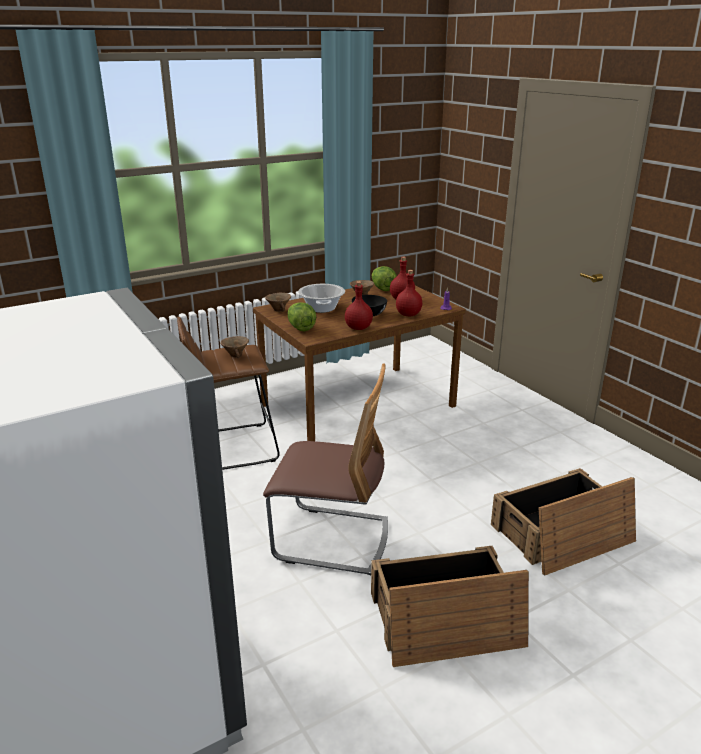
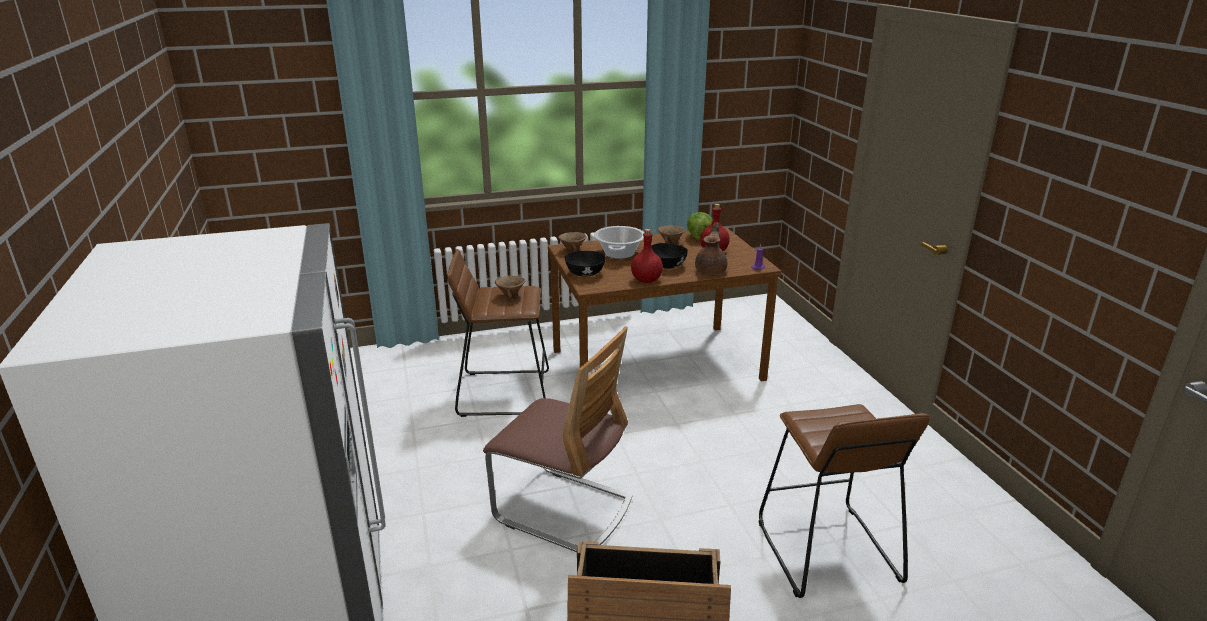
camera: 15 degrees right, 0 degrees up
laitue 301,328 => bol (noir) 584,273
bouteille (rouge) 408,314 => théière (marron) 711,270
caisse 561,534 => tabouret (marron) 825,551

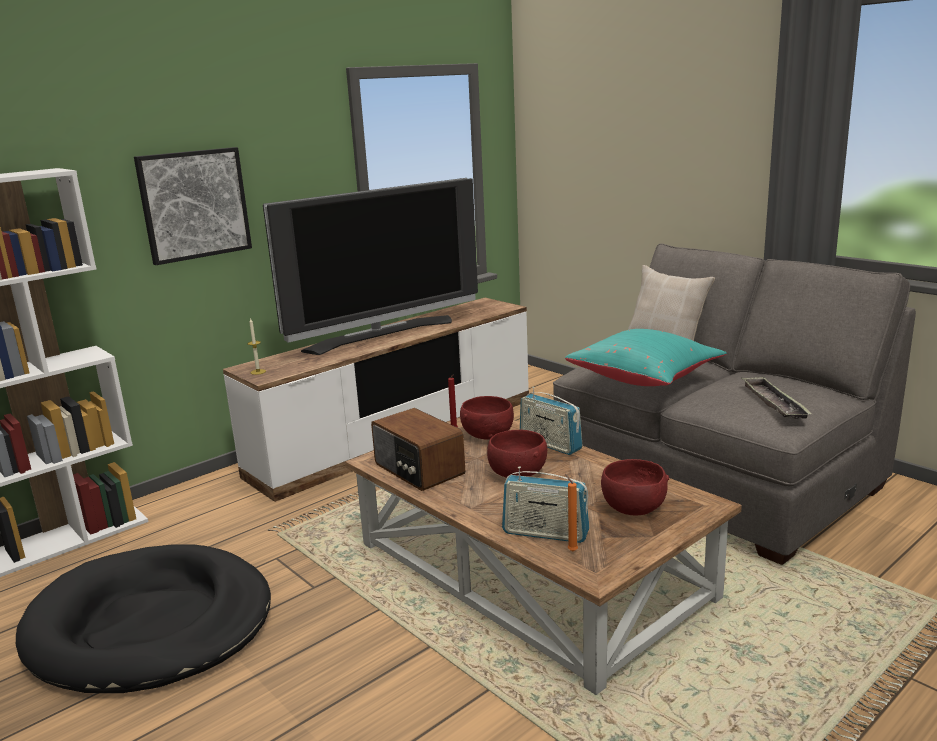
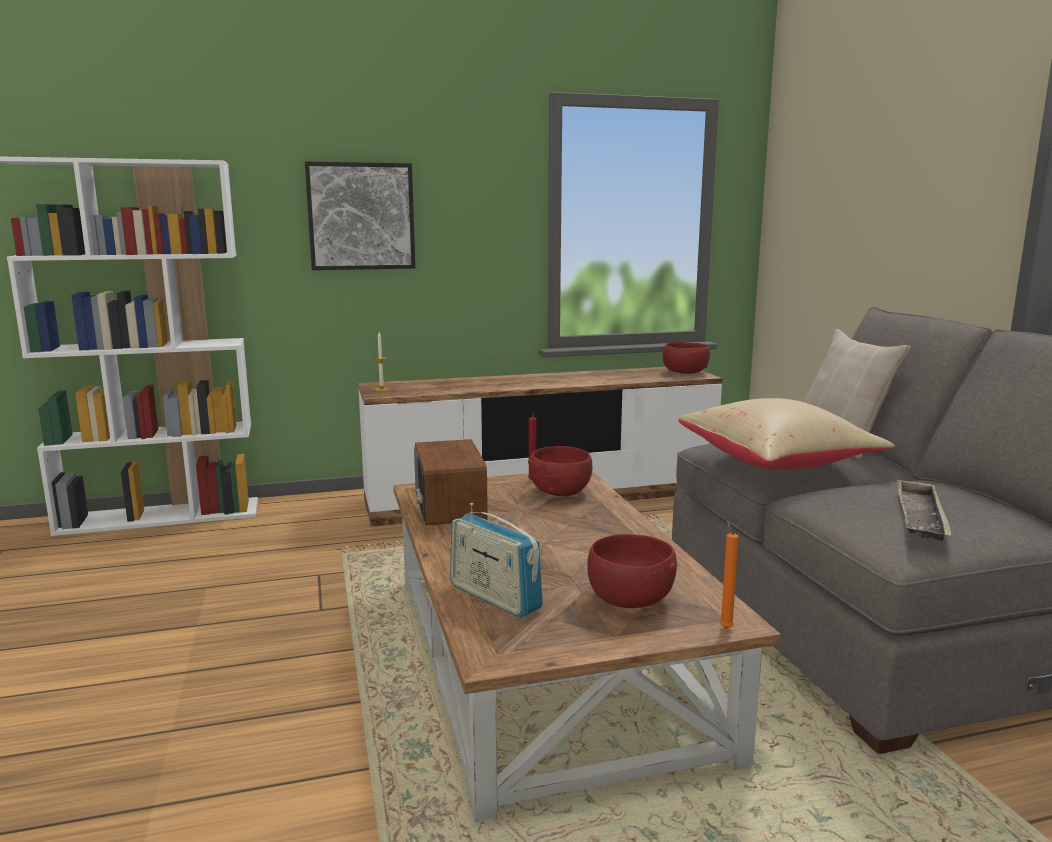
camera: 25 degrees right, 5 degrees down
panier pour chien (noir) 151,625 => nothing
téléviseur 381,334 => nothing
bol (rouge) 517,473 => bol (rouge) 684,373, shifted
radio 550,444 => nothing
coussin (turquoise) 645,379 => coussin (beige) 778,463
bougie (orange) 571,550 => bougie (orange) 725,627, shifted

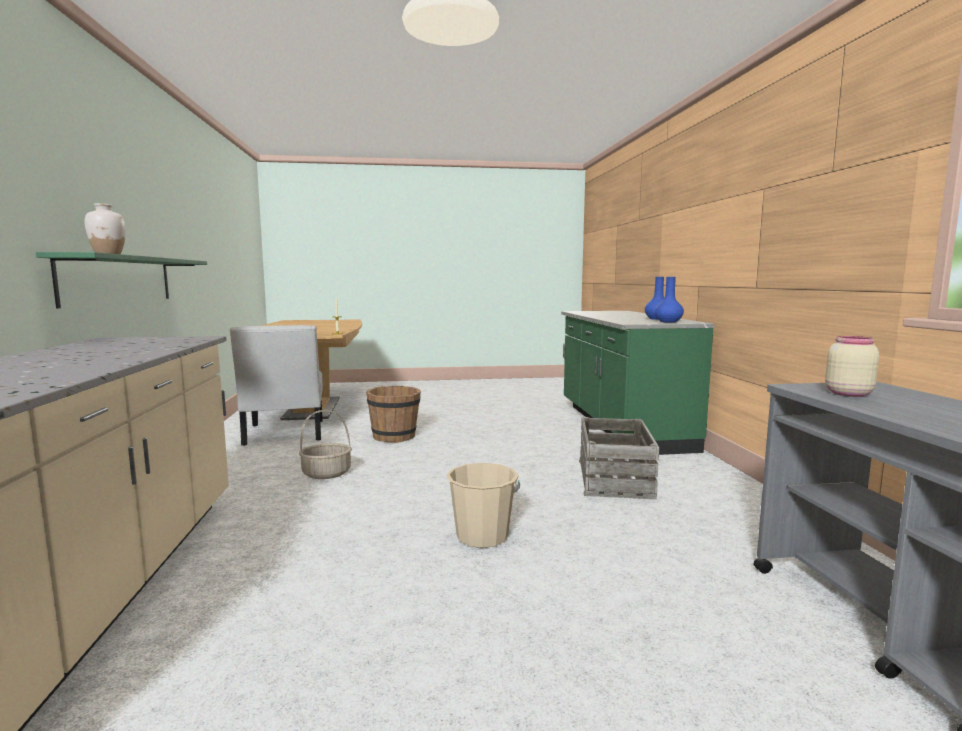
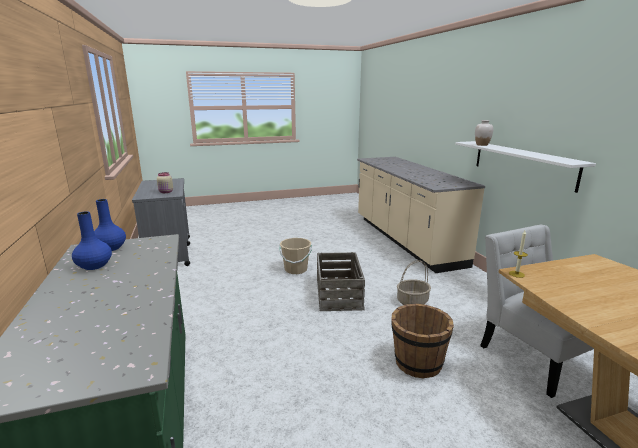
camera: 170 degrees right, 10 degrees up
étagère (vert) 120,280 => étagère (blanc) 522,163
caisse 615,478 => caisse 338,294, shifted

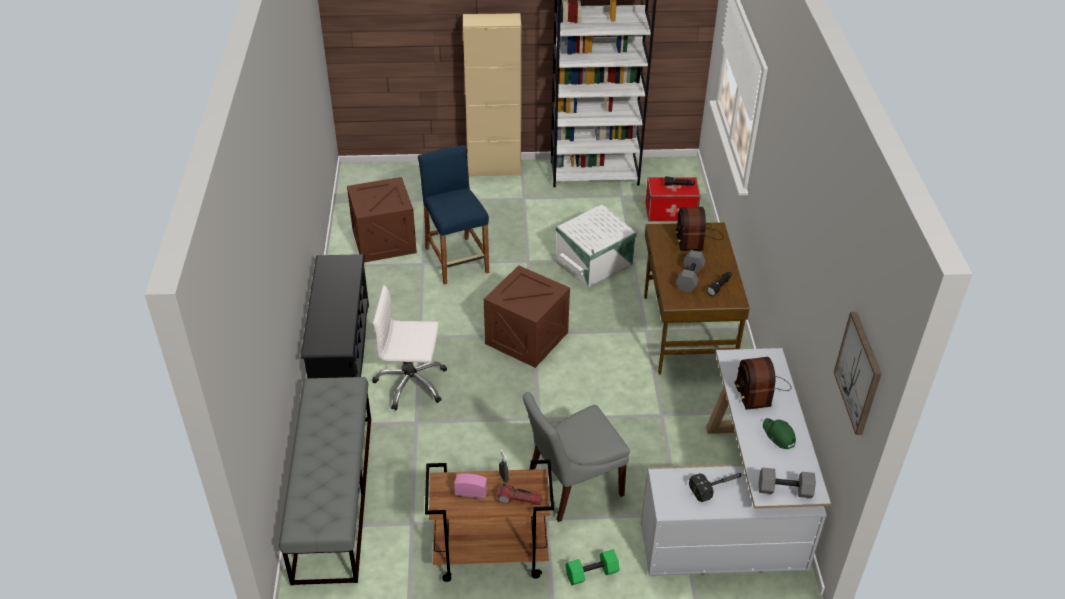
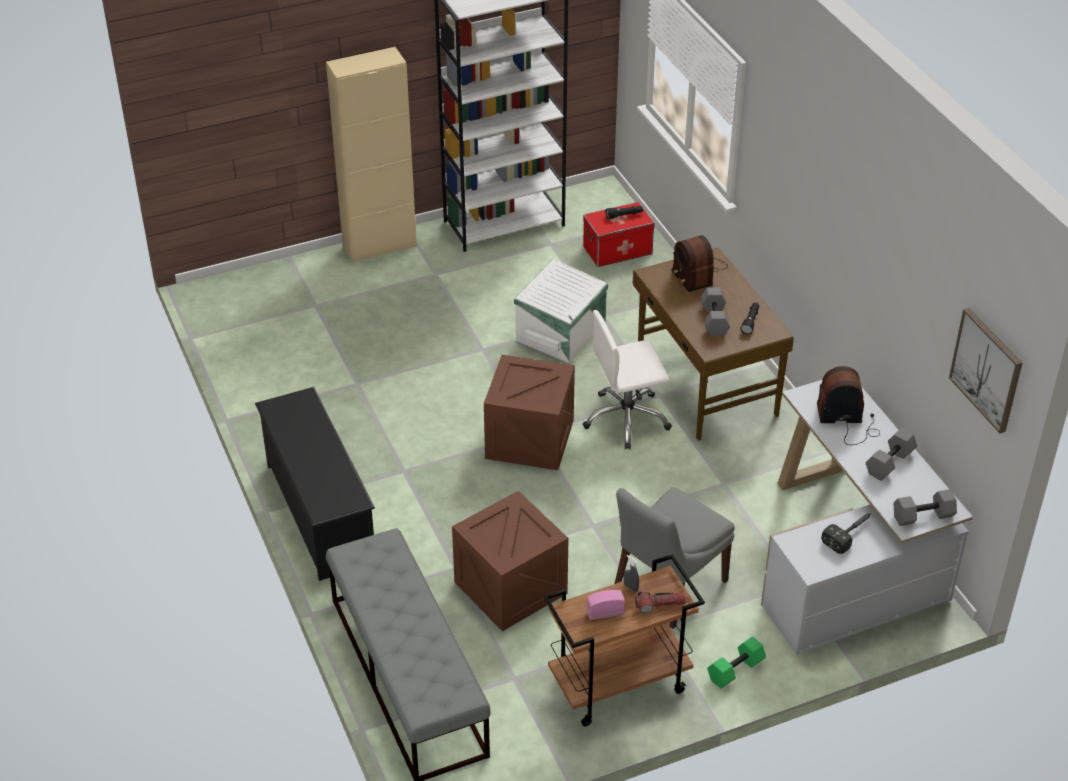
camera: 20 degrees left, 0 degrees up
caisse 384,241 => caisse 510,587, shifted
chaise de bureau (blanc) 411,384 => chaise de bureau (blanc) 626,419, shifted
tabouret (bleu) 456,260 => nothing
radio 759,389 => radio 847,421, 120 degrees clockwise
casquette (vert) 778,435 => haltère (gris) 890,463

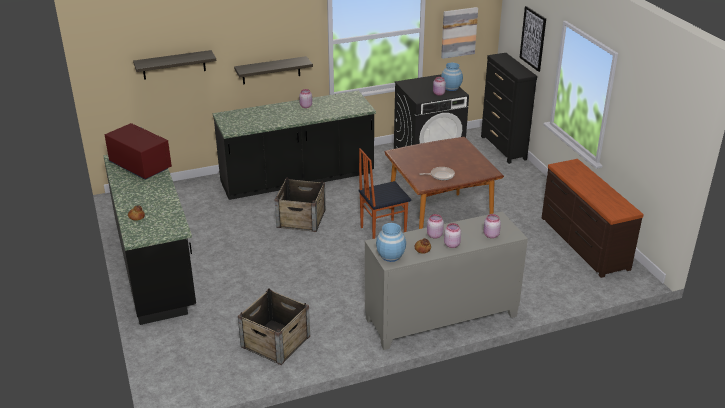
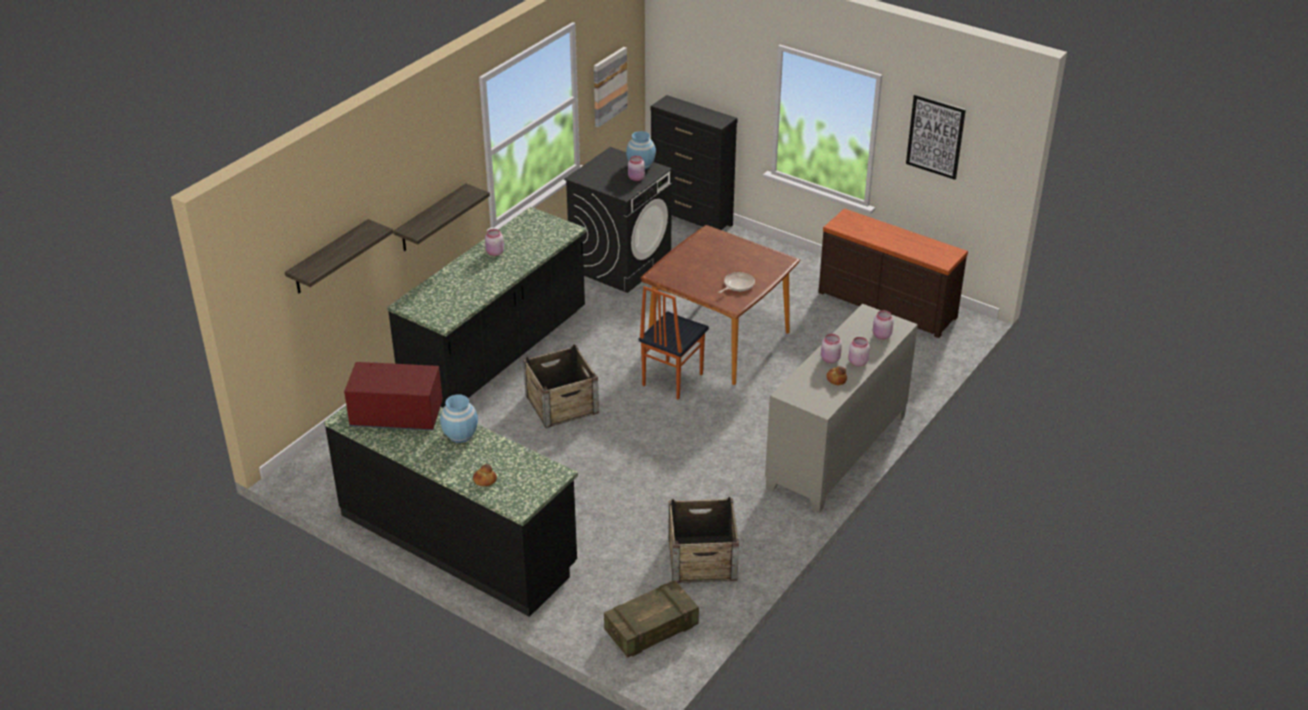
camera: 35 degrees left, 5 degrees up
vase (bleu) 390,256 => vase (bleu) 460,434, shifted
tableau 533,38 => tableau 935,136, shifted
nothing => caisse 651,629

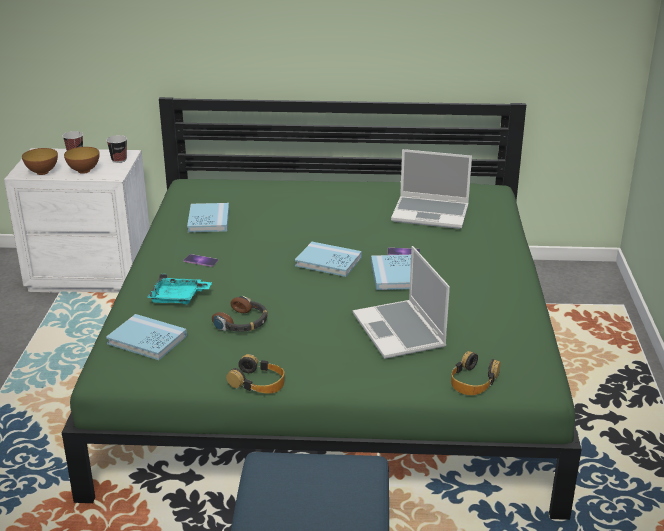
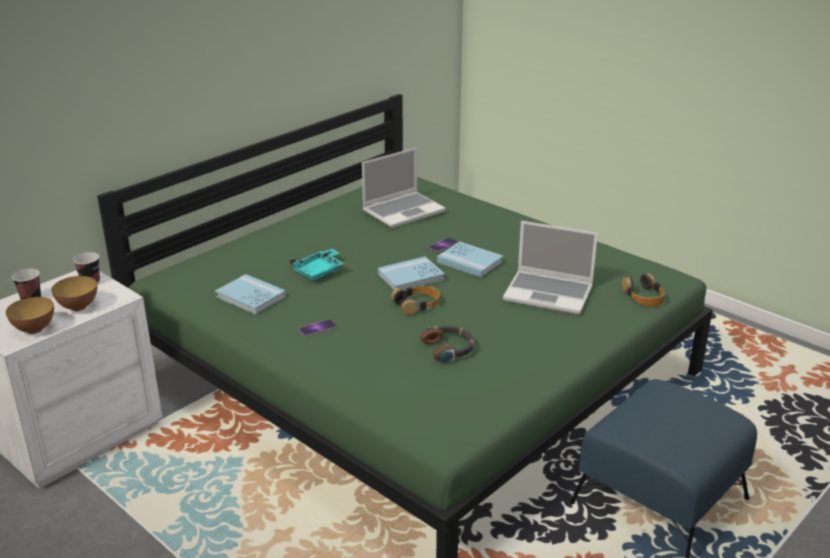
camera: 50 degrees left, 0 degrees up
livre (bleu) 147,340 => nothing
plateau (turquoise) 178,298 => plateau (turquoise) 319,271, shifted
casque audio 258,382 => casque audio 417,304, shifted

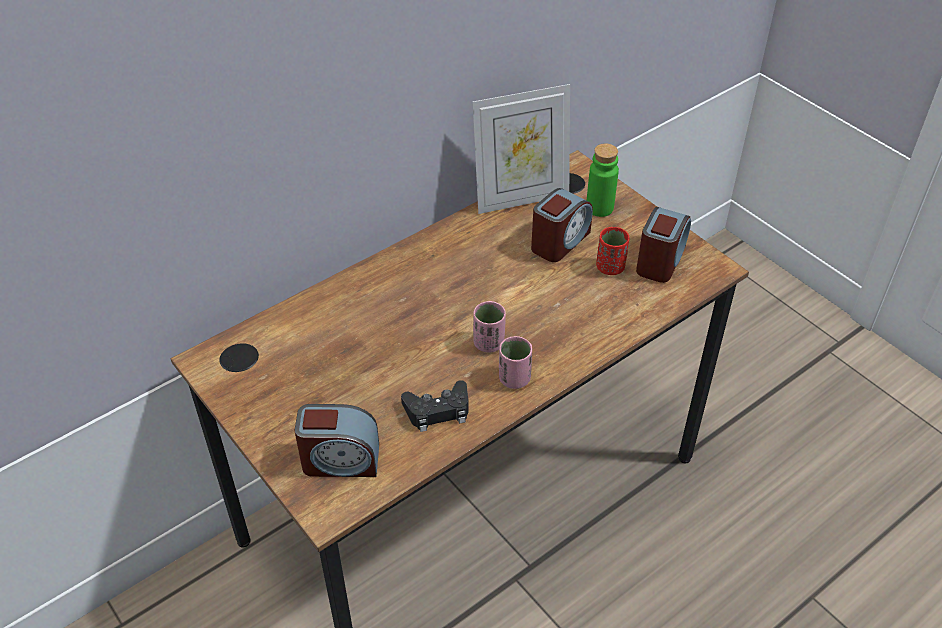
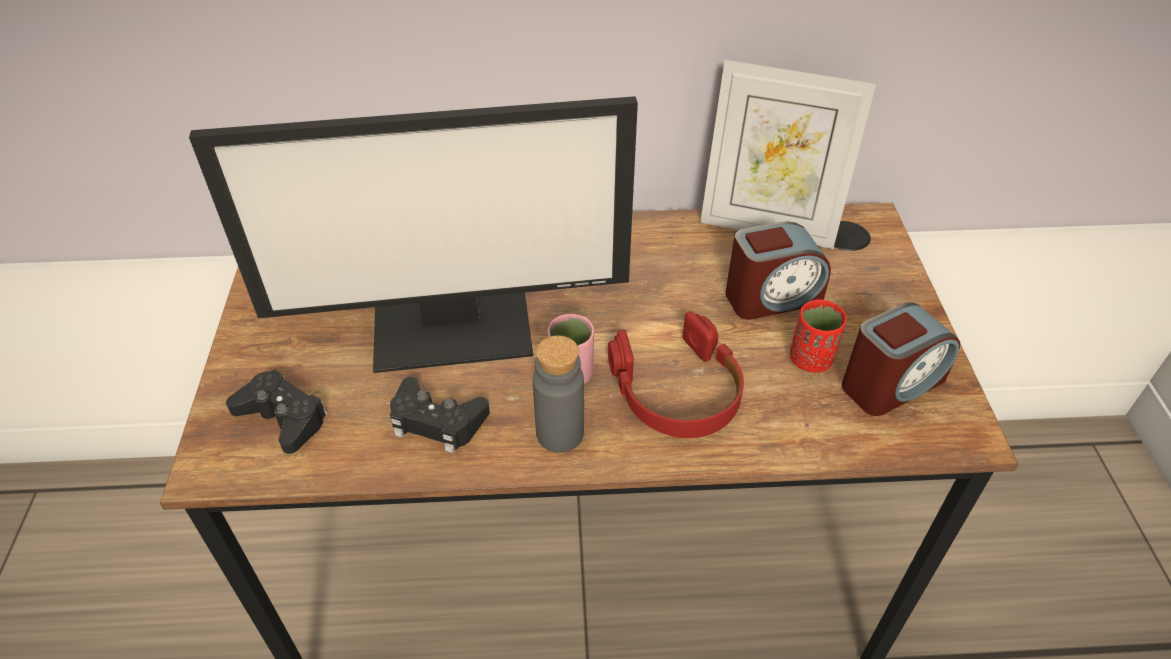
camera: 35 degrees right, 0 degrees up
réveil 340,460 => manette (noir) 283,417
tasse (rose) 514,379 => bouteille (gris) 560,433
bouteille (vert) 599,208 => nothing
nothing => écran d'ordinateur 454,327
nothing => casque audio (rouge) 677,391

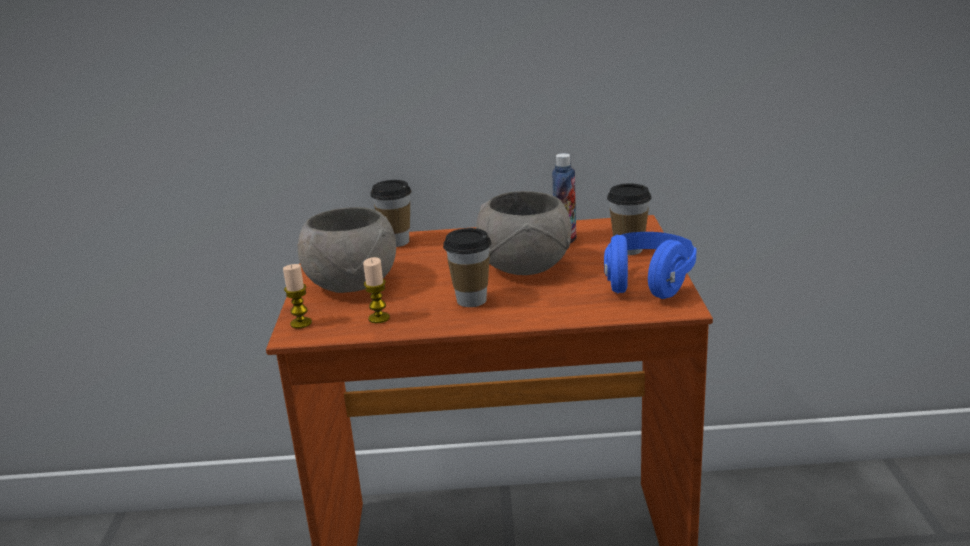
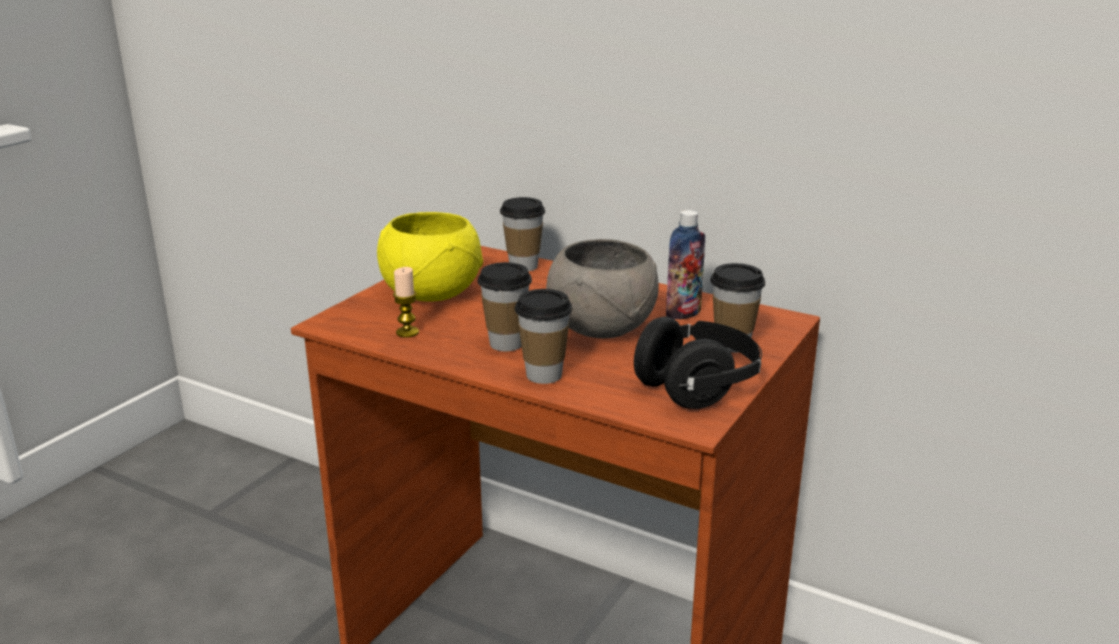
camera: 30 degrees right, 0 degrees up
bougie 301,323 => nothing
bol (gris) 354,284 => bol (jaune) 432,294
casque audio (bleu) 648,284 => casque audio (noir) 697,387
nothing => tasse 544,375

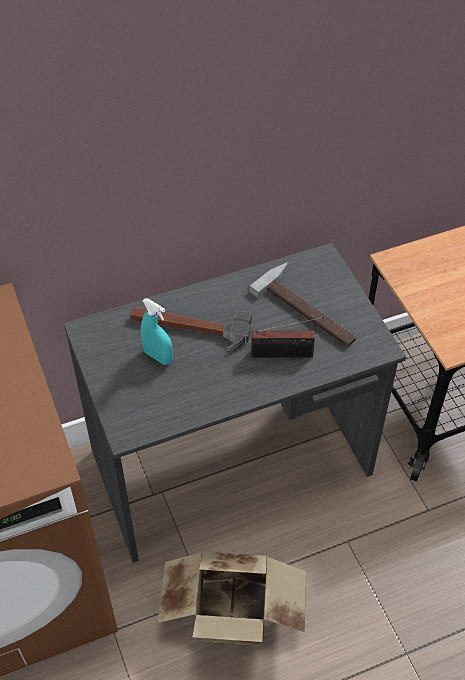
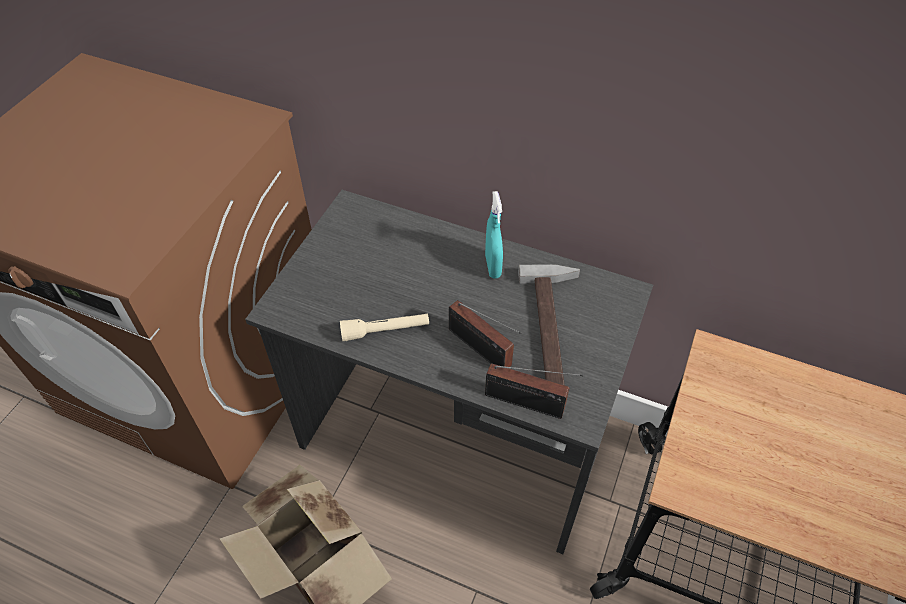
camera: 45 degrees right, 0 degrees up
marteau 190,328 => nothing
vaporisateur (turquoise) 158,357 => vaporisateur (turquoise) 493,266, shifted
nothing => lampe de poche (beige) 385,331
nothing => radio 528,404

